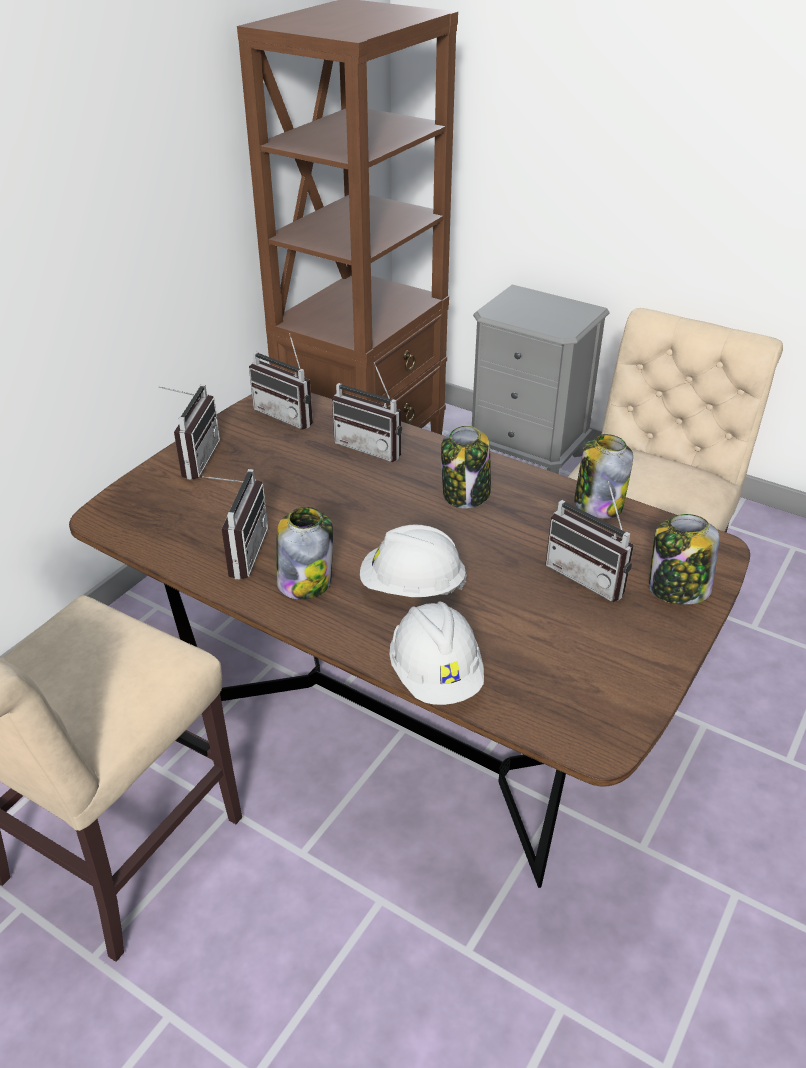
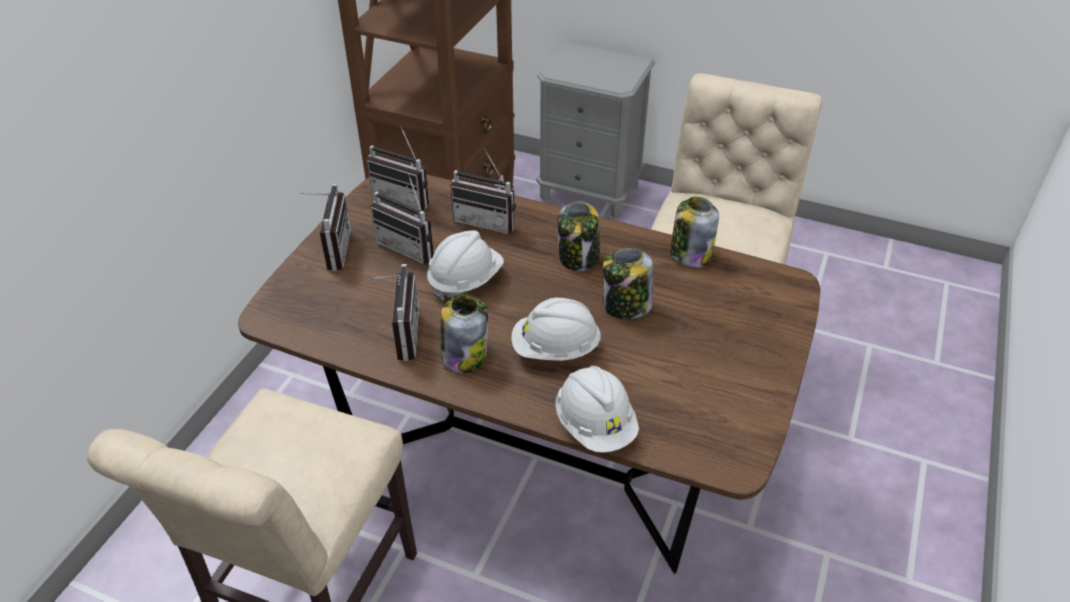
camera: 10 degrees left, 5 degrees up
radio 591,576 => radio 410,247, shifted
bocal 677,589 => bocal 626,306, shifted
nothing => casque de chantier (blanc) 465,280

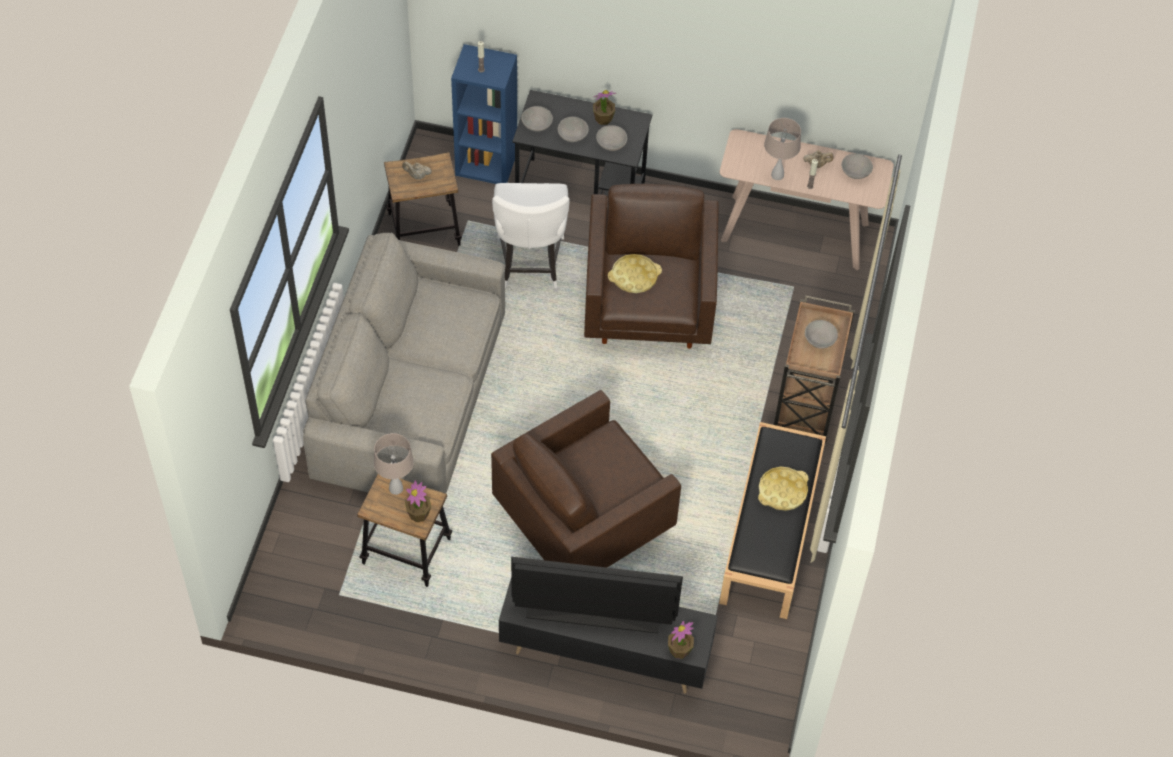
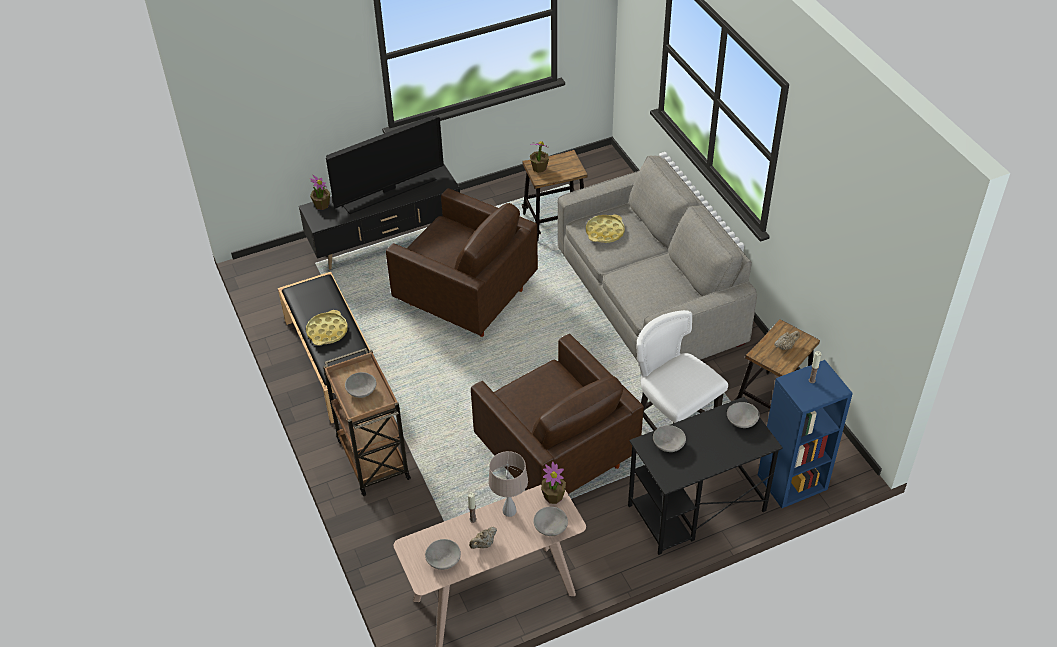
camera: 145 degrees right, 10 degrees down
lampe de table (beige) 396,488 => nothing
fauteuil (marron) 584,520 => fauteuil (marron) 465,297, 105 degrees clockwise
bol (gris) 573,135 => bol (gris) 550,527, shifted
plante en pot 603,118 => plante en pot 553,496, shifted
plateau (jaune) 634,276 => plateau (jaune) 605,232, shifted

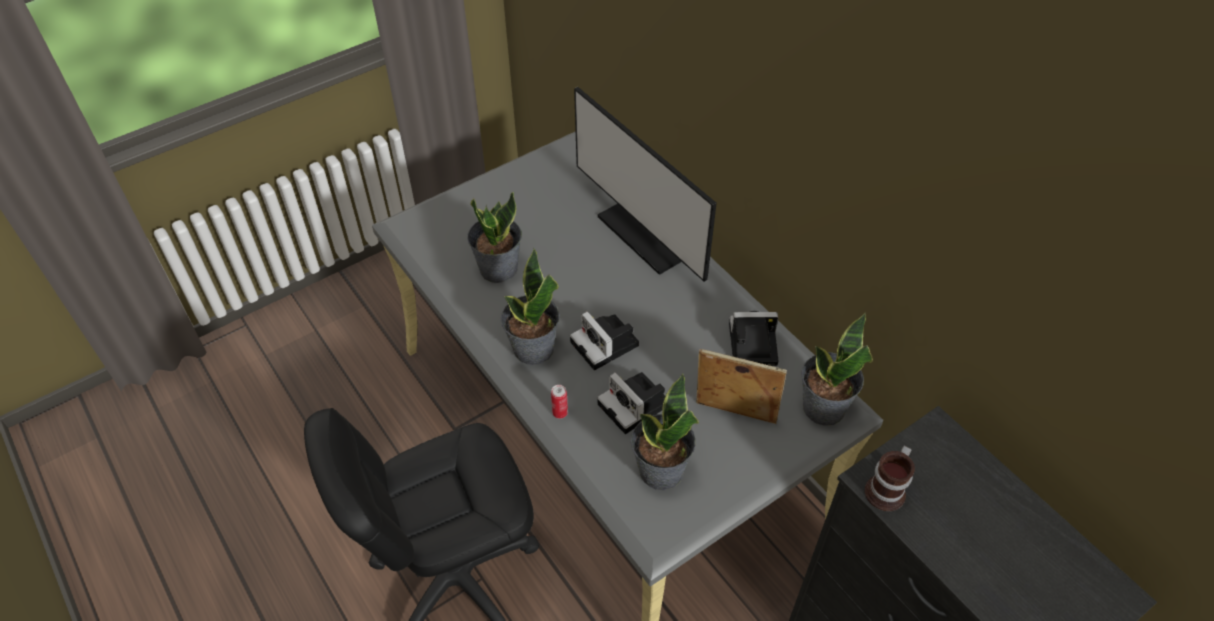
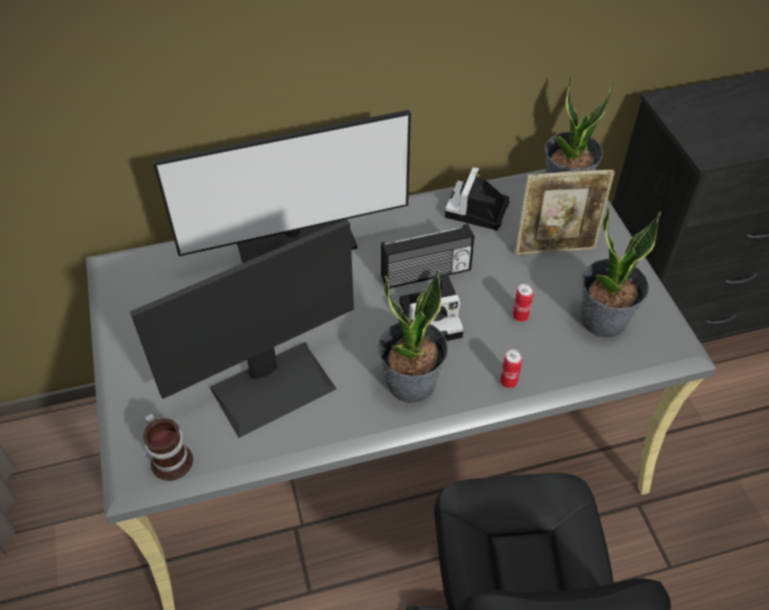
camera: 70 degrees left, 0 degrees up
plante en pot 498,268 => écran d'ordinateur 273,386
appareil photo 636,406 => boîte métallique 520,316
cadre photo 734,415 => cadre photo 555,248, 135 degrees counterclockwise
mug 888,490 => mug 171,457, shifted
nothing => radio 426,275

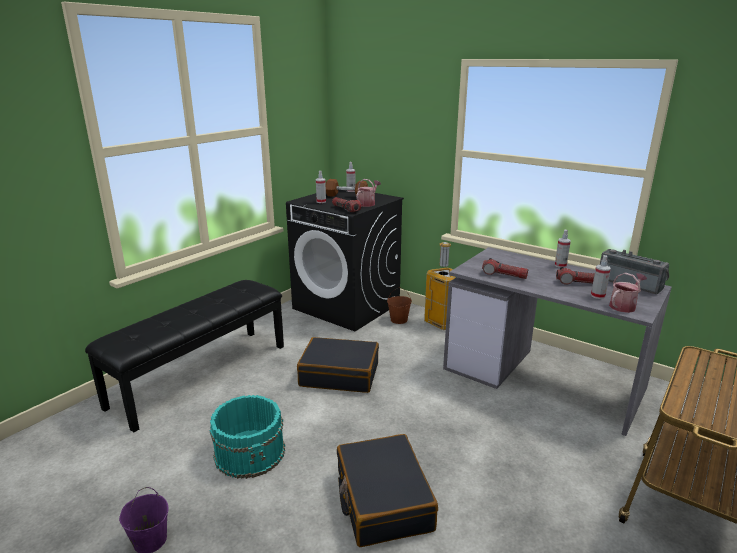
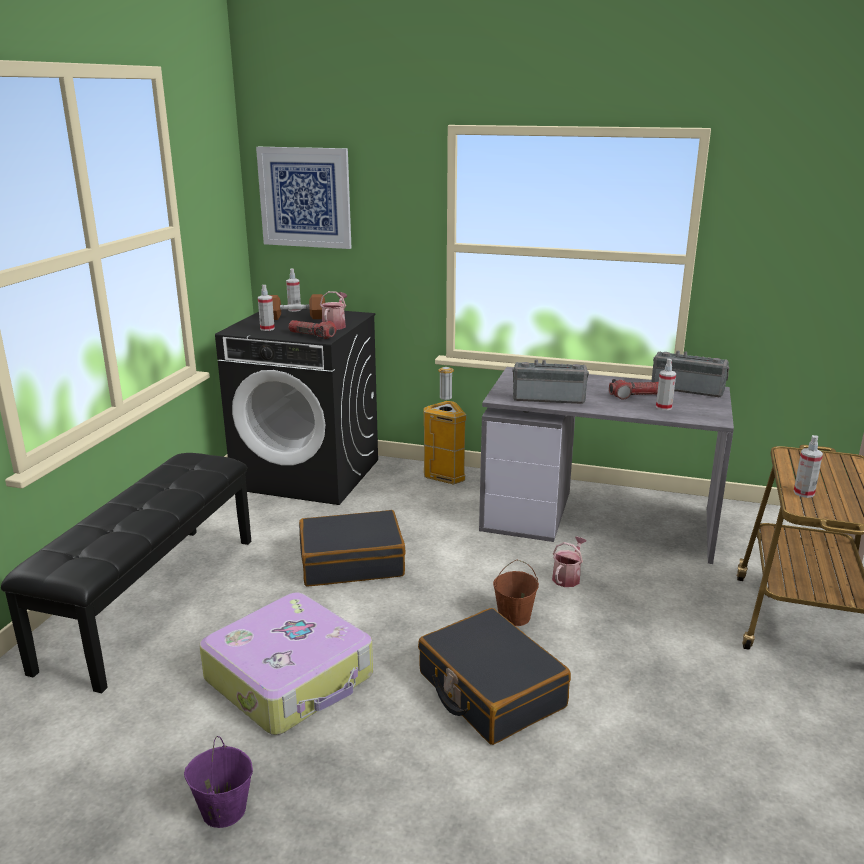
camera: 20 degrees left, 0 degrees up
seau (turquoise) 250,452 => valise 291,678
seau (marron) 399,320 => seau (marron) 514,616, shifted
lampe de poche 504,275 => radio 549,398
vaporisateur 560,265 => vaporisateur 804,493, shifted
arrosoir 624,305 => arrosoir 567,577, shifted
nothing => tableau 305,197

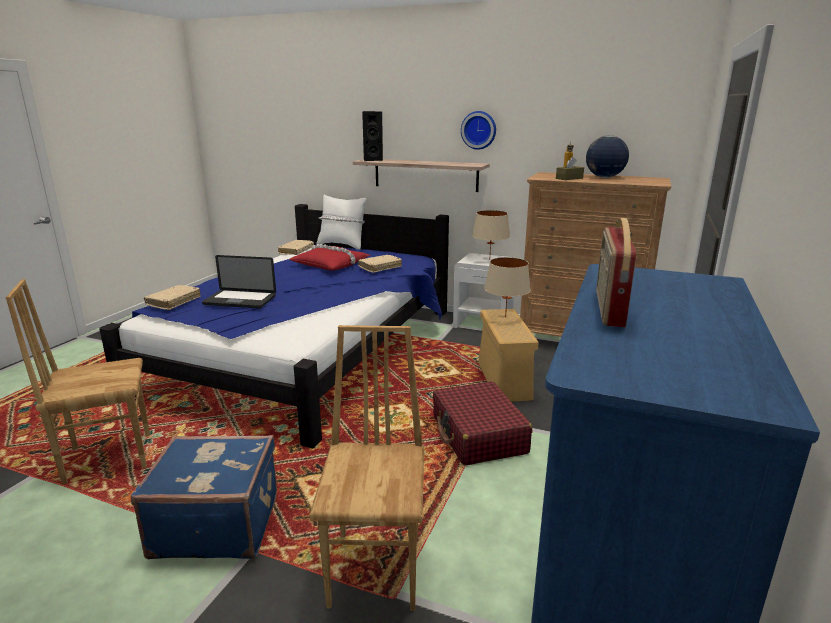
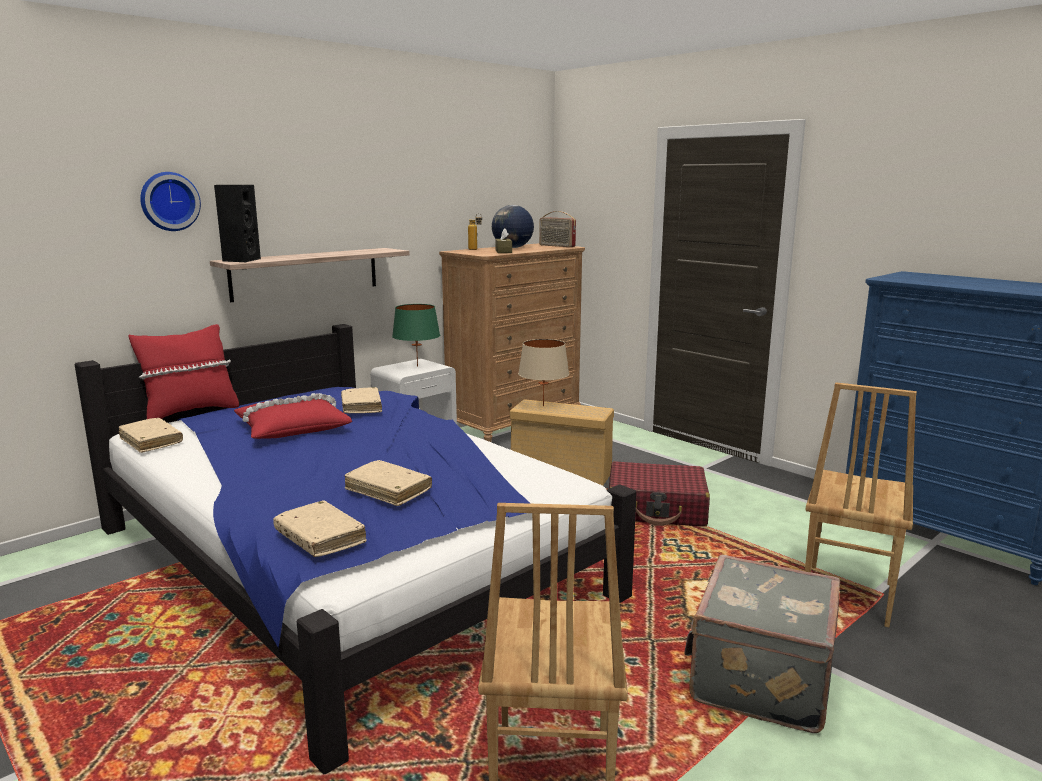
camera: 65 degrees left, 5 degrees down
valise (bleu) 217,523 => valise (gris) 758,678
ordinateur portable 240,300 => livre (beige) 388,490
chaise (marron) 377,568 => chaise (marron) 845,595, 90 degrees counterclockwise
coussin (blanc) 342,245 => coussin (rouge) 190,412
horloge murale 479,130 => horloge murale 169,201, shifted
lampe de table (beige) 489,260 => lampe de table (vert) 417,366
radio 608,308 => radio 556,246, shifted

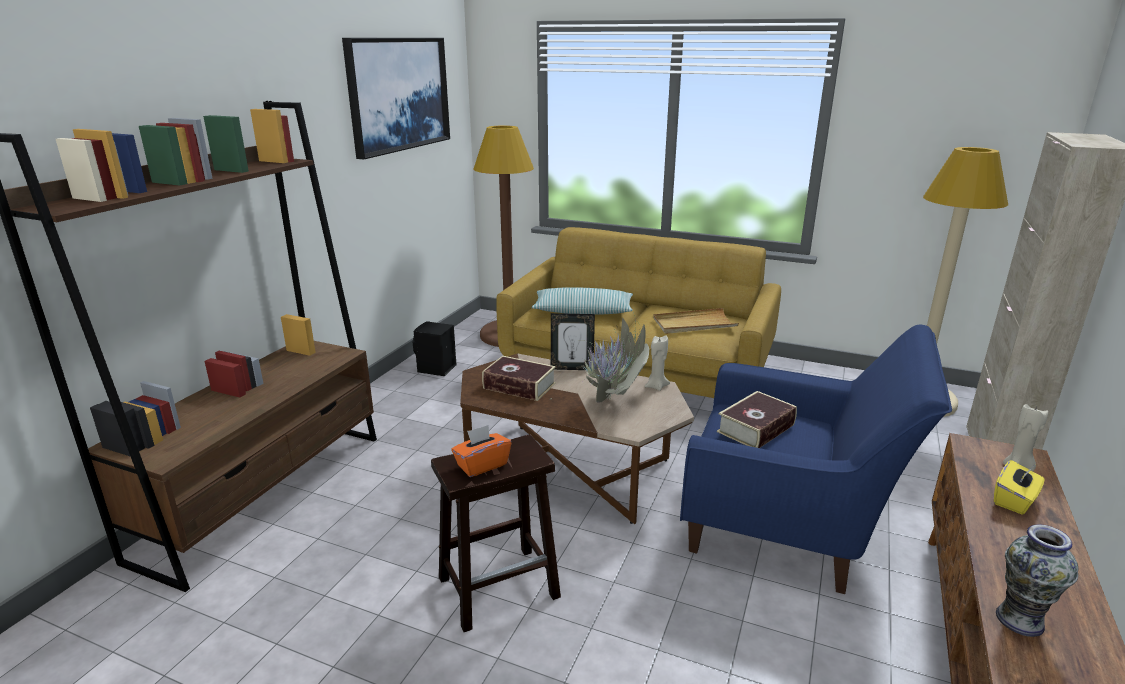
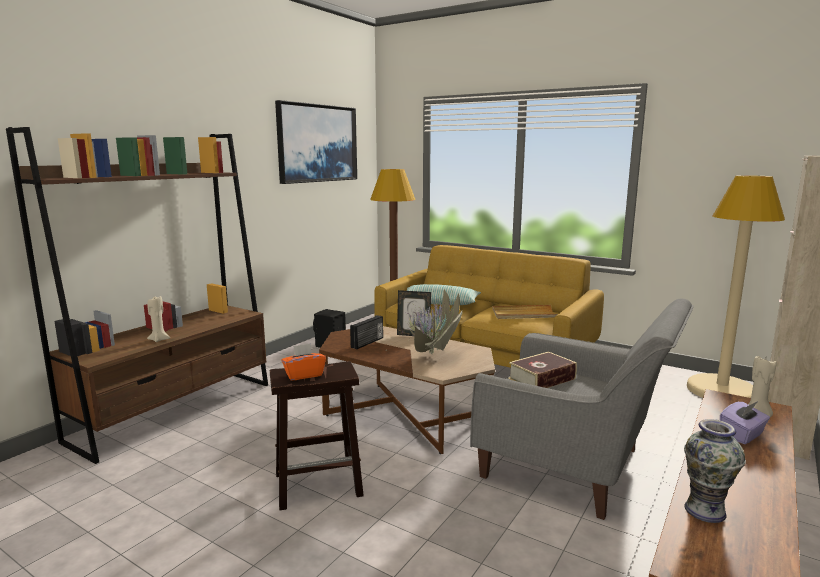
camera: 10 degrees right, 10 degrees down
livre 519,386 => radio 368,342
bougie (beige) 656,386 => bougie (beige) 159,339, shifted
fauteuil (bleu) 790,524 => fauteuil (gris) 573,467
boîte à mouchoirs (jaune) 1014,500 => boîte à mouchoirs (violet) 742,435

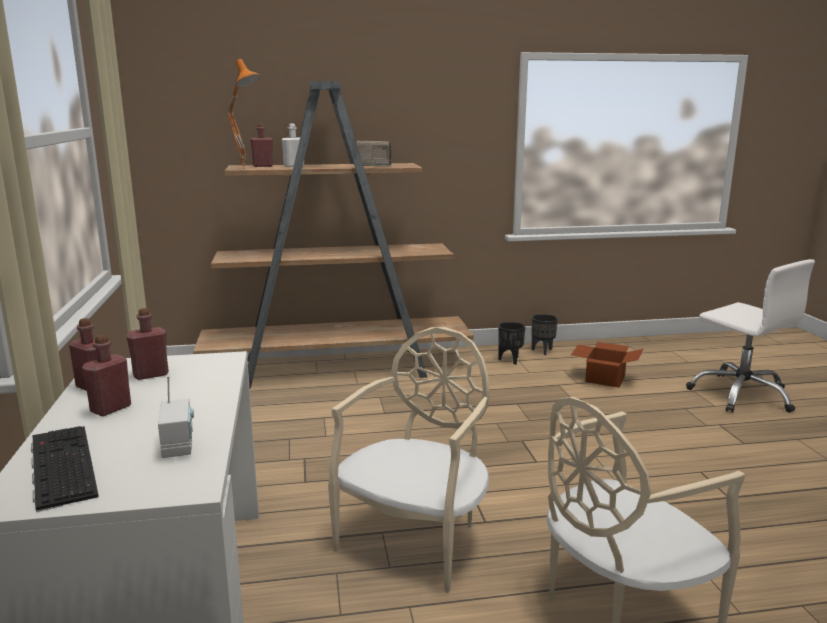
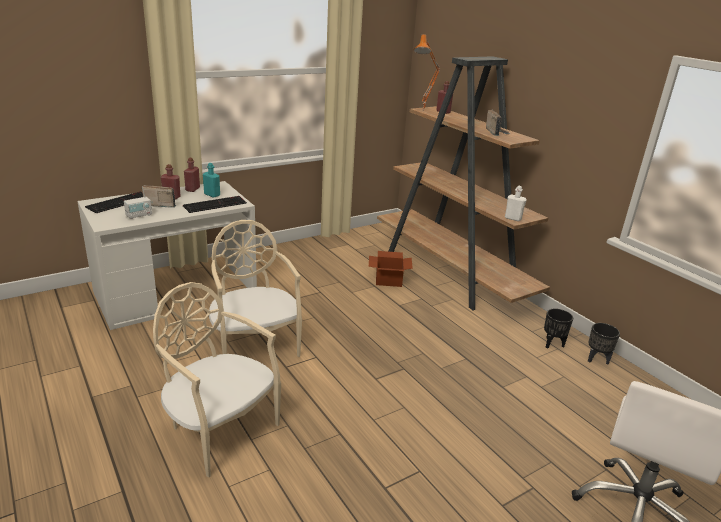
camera: 65 degrees right, 10 degrees up
bouteille (rouge) 151,375 => bouteille (turquoise) 212,195
bouteille (blanc) 294,166 => bouteille (blanc) 513,218, shifted
chaise (beige) 416,540 => chaise (beige) 255,345, 120 degrees counterclockwise
carton 604,378 => carton 389,279, shifted
nothing => radio 160,204
nothing => clavier 215,204

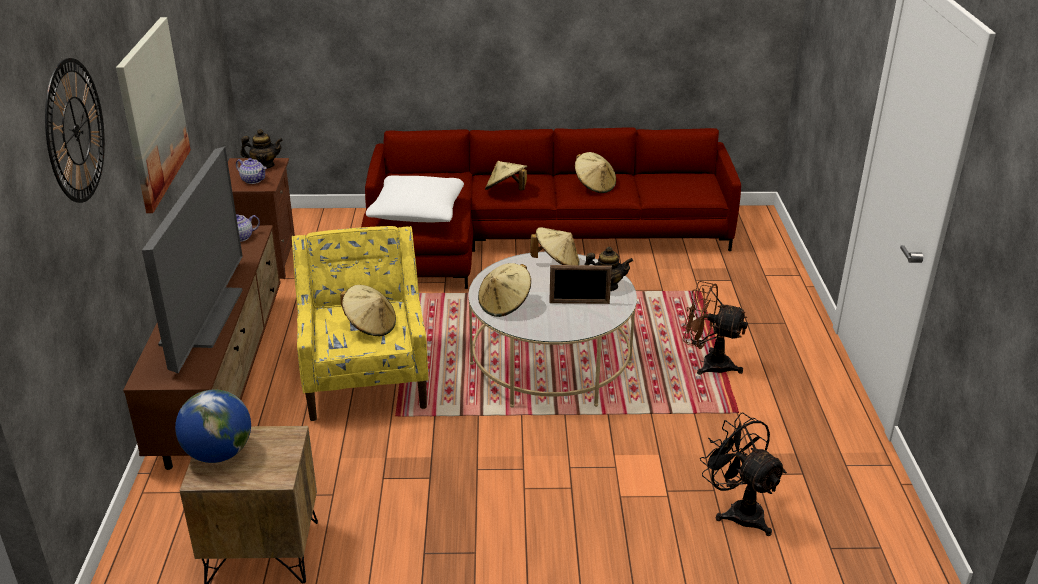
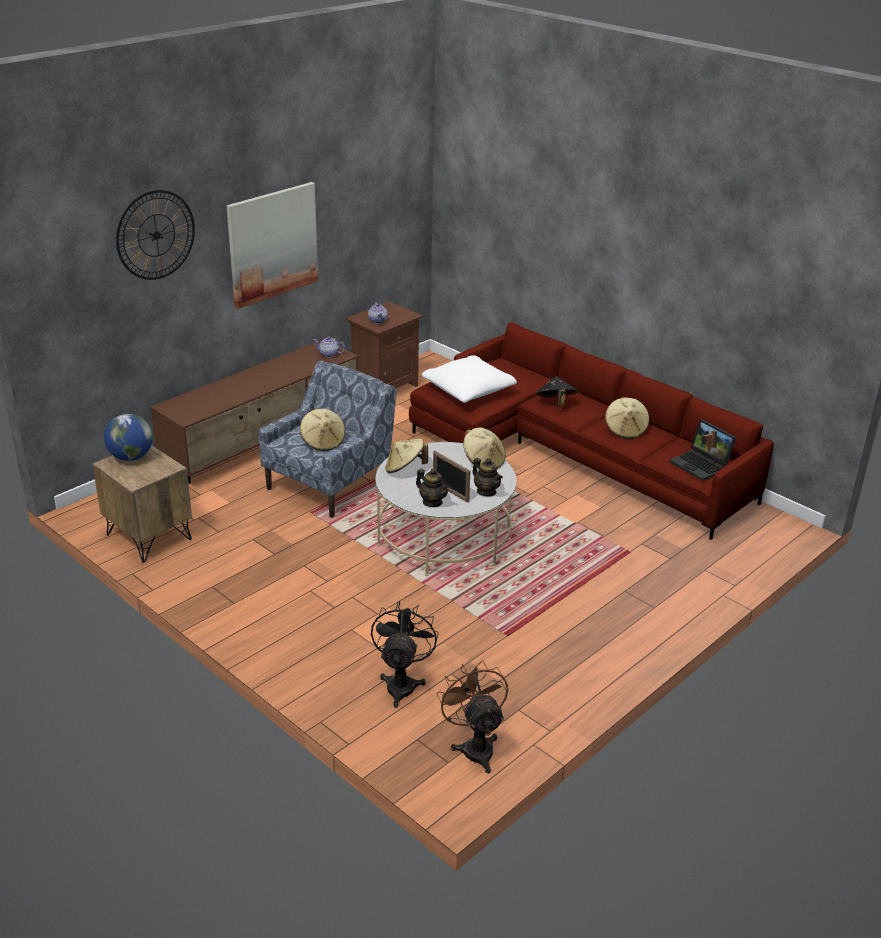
camera: 45 degrees right, 0 degrees up
téléviseur 203,316 => nothing
théière 264,165 => théière 432,502, shifted
fauteuil (jaune) 366,377 => fauteuil (bleu) 330,483
chapeau (beige) 506,191 => chapeau (noir) 555,404
ventilateur (marron) 708,364 => ventilateur (marron) 475,746, shifted
nothing => ordinateur portable 702,465

